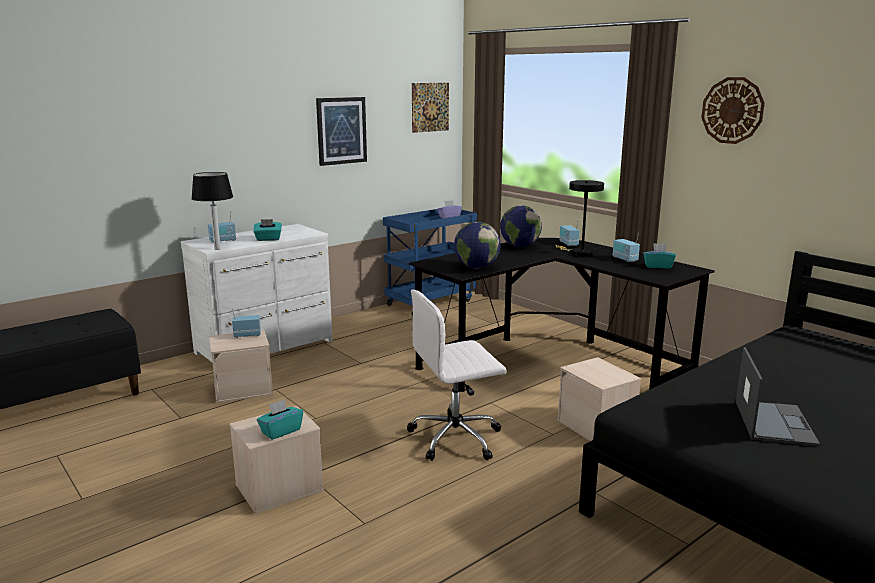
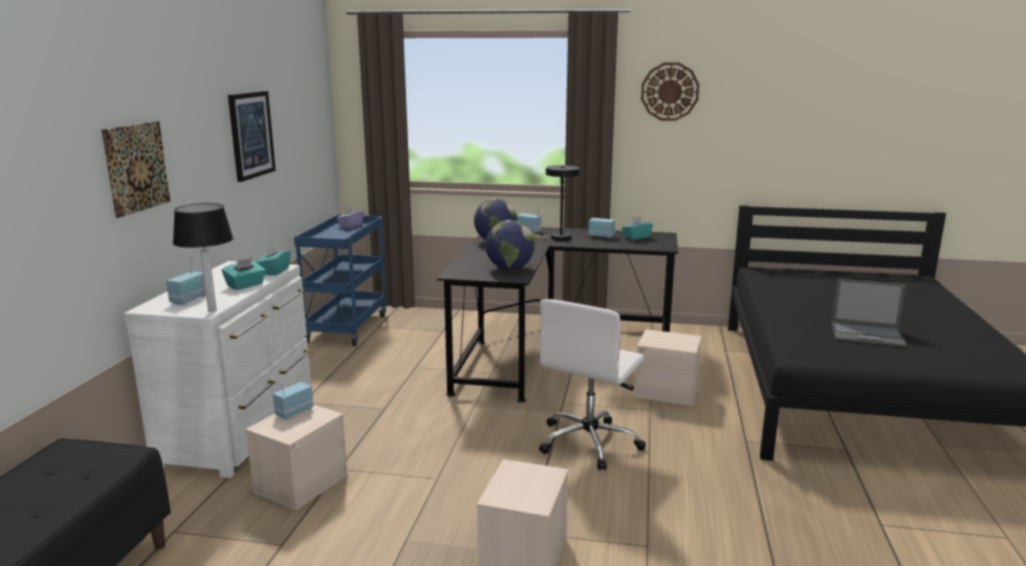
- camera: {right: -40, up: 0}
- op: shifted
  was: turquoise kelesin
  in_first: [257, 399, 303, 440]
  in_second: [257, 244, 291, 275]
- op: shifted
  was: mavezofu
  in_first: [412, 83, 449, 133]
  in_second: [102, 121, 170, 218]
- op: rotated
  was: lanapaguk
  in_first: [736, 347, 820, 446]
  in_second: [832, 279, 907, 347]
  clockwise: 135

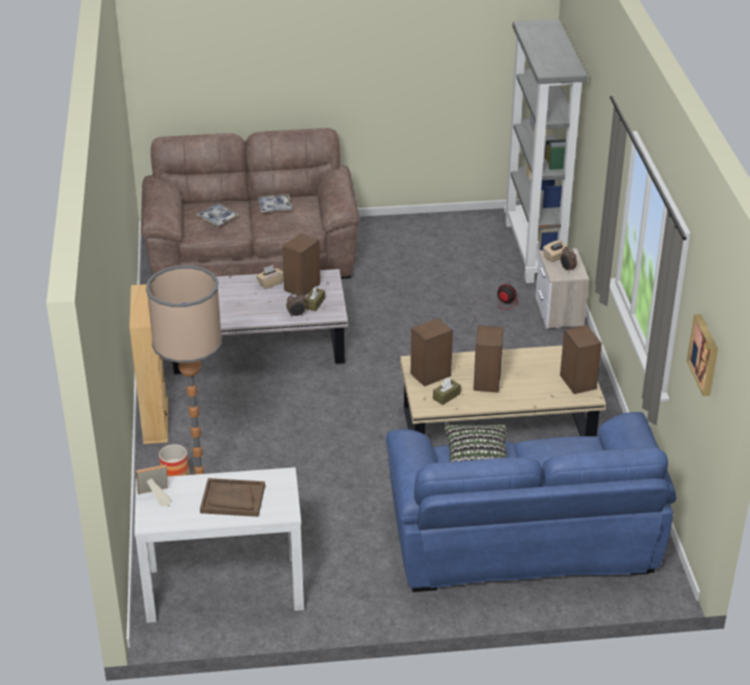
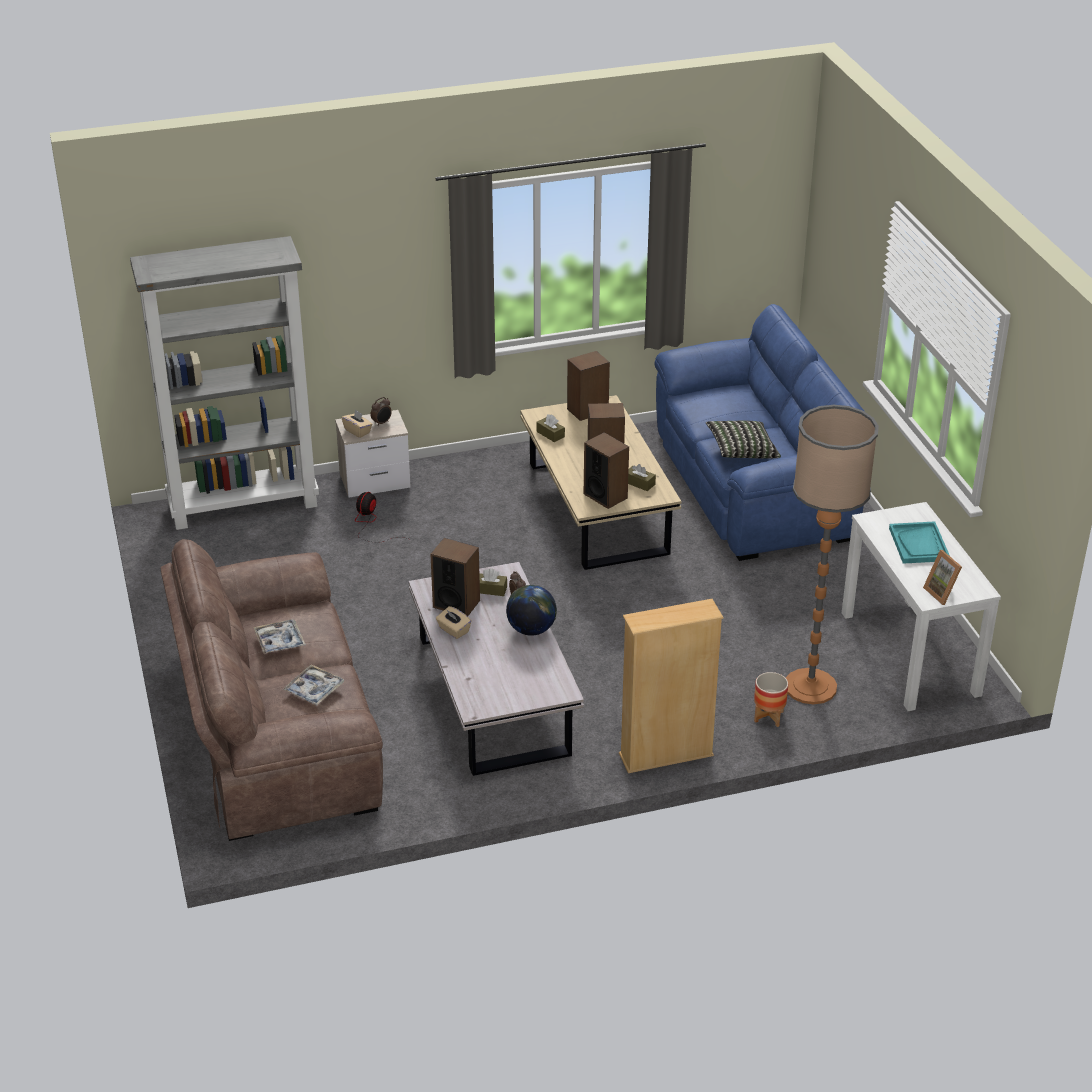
- camera: {right: -100, up: 0}
- op: gone
  was: mavezofu
  in_first: [687, 314, 718, 396]
- op: new
  now: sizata
  in_second: [506, 585, 557, 636]
- op: new
  now: brown kelesin
  in_second: [536, 414, 565, 442]
- op: repainted
  was: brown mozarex
  now: turquoise mozarex
  in_first: [200, 478, 265, 517]
  in_second: [889, 521, 950, 564]

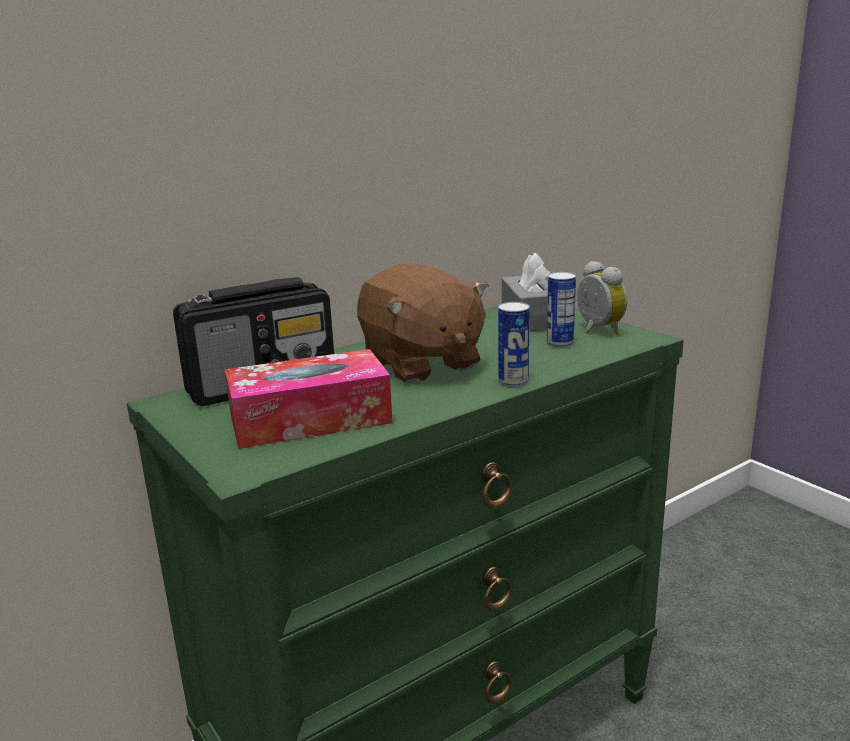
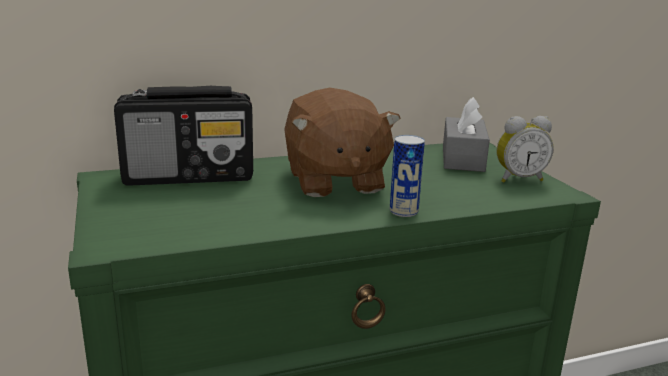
- camera: {right: 15, up: 0}
- op: gone
  was: kelesin
  in_first: [225, 349, 393, 449]
- op: gone
  was: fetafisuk
  in_first: [547, 272, 576, 347]
- op: rotated
  was: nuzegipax
  in_first: [577, 261, 627, 335]
  in_second: [497, 116, 554, 183]
  clockwise: 90

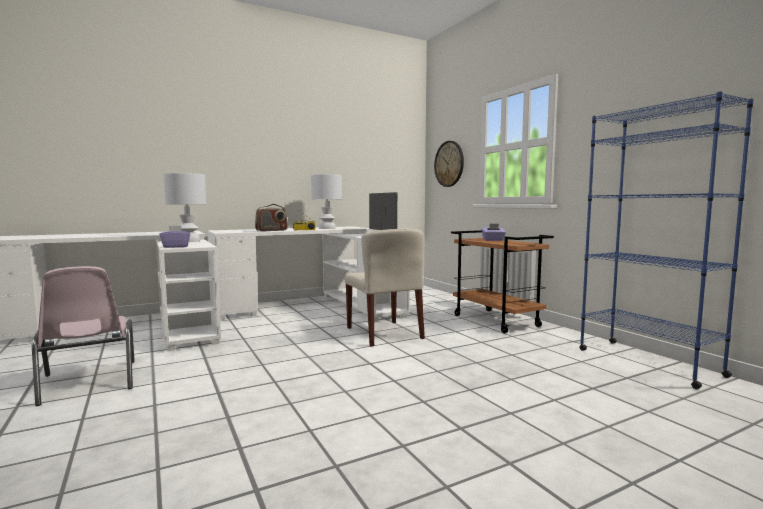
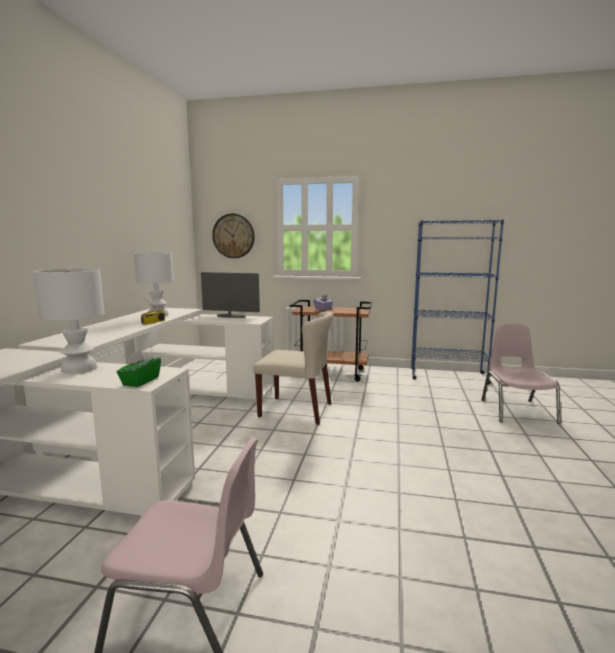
- camera: {right: -50, up: 5}
- op: gone
  was: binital
  in_first: [255, 204, 288, 231]
- op: new
  now: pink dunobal
  in_second: [481, 324, 561, 424]
- op: repainted
  was: purple kelesin
  now: green kelesin
  in_first: [160, 225, 190, 248]
  in_second: [117, 350, 161, 387]

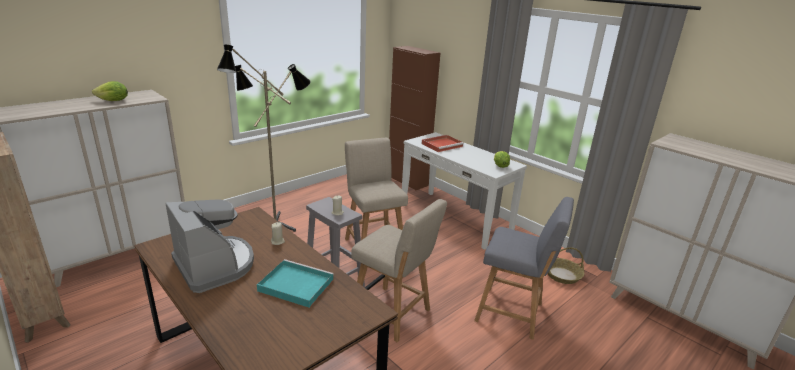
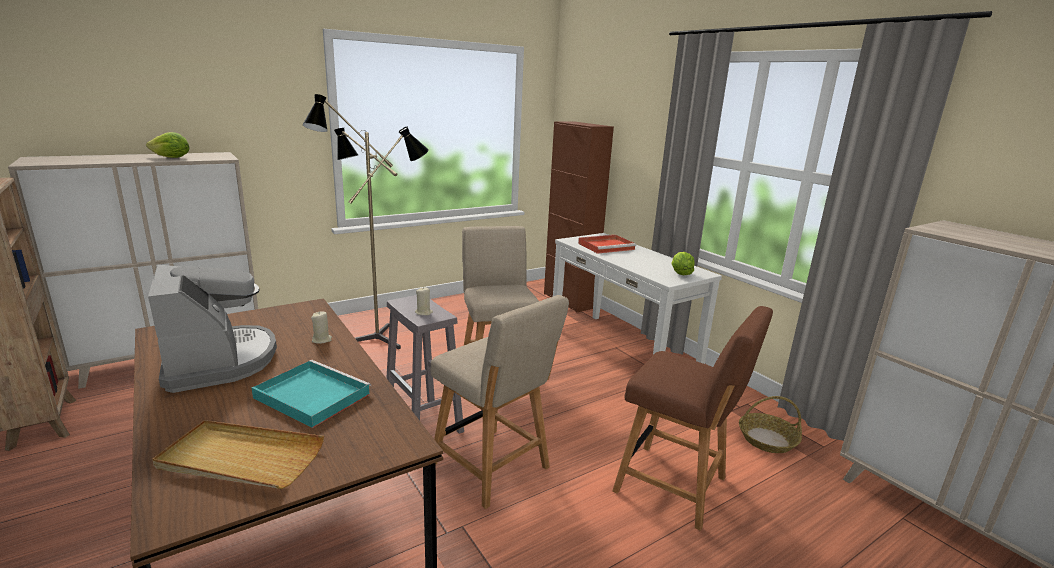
- camera: {right: 10, up: -5}
- op: new
  now: beige mozarex
  in_second: [153, 420, 324, 489]
- op: repainted
  was: grey dunobal
  now: brown dunobal
  in_first: [474, 197, 574, 340]
  in_second: [612, 306, 773, 531]

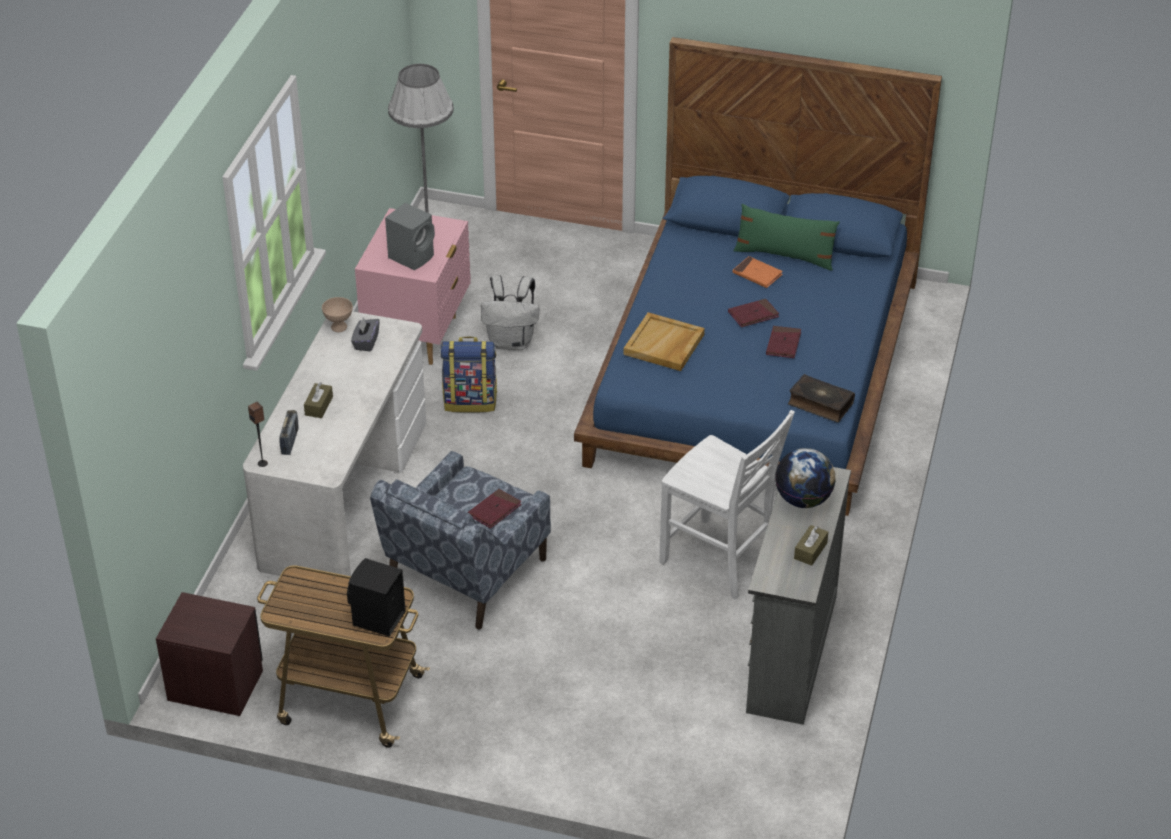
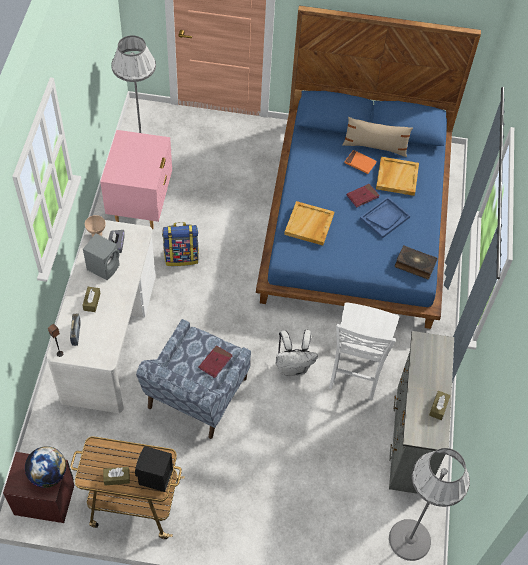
- camera: {right: -10, up: 15}
- op: new
  now: brown kelesin
  in_second: [103, 467, 130, 486]
- op: new
  now: beige mozarex
  in_second: [376, 157, 419, 196]
- op: new
  now: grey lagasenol
  in_second: [389, 448, 470, 561]
- op: shifted
  was: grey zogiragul
  in_first: [385, 203, 435, 270]
  in_second: [83, 234, 120, 280]
- op: shifted
  was: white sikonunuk
  in_first: [481, 276, 539, 350]
  in_second: [276, 330, 318, 376]
- op: shifted
  was: sizata
  in_first: [775, 448, 835, 508]
  in_second: [25, 446, 66, 488]
- op: swapped
  was: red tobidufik
  now: blue mozarex
  in_first: [766, 326, 801, 358]
  in_second: [360, 197, 410, 239]
- op: repainted
  was: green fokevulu
  now: beige fokevulu
  in_first: [734, 204, 840, 270]
  in_second: [343, 117, 413, 157]
- op: rotated
  was: white dunobal
  in_first: [659, 410, 795, 599]
  in_second: [329, 302, 399, 400]
  clockwise: 75

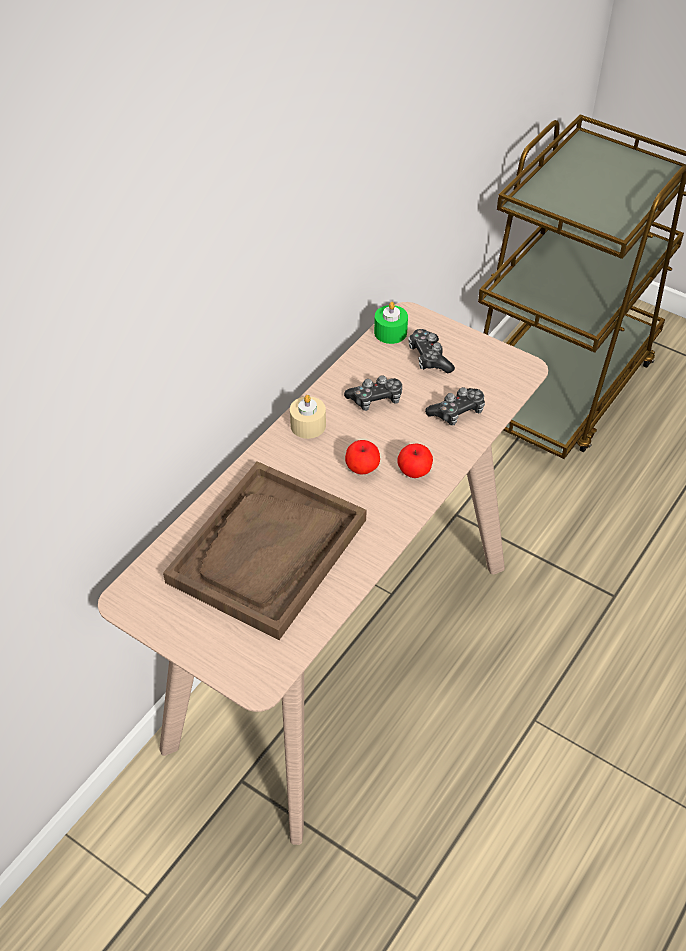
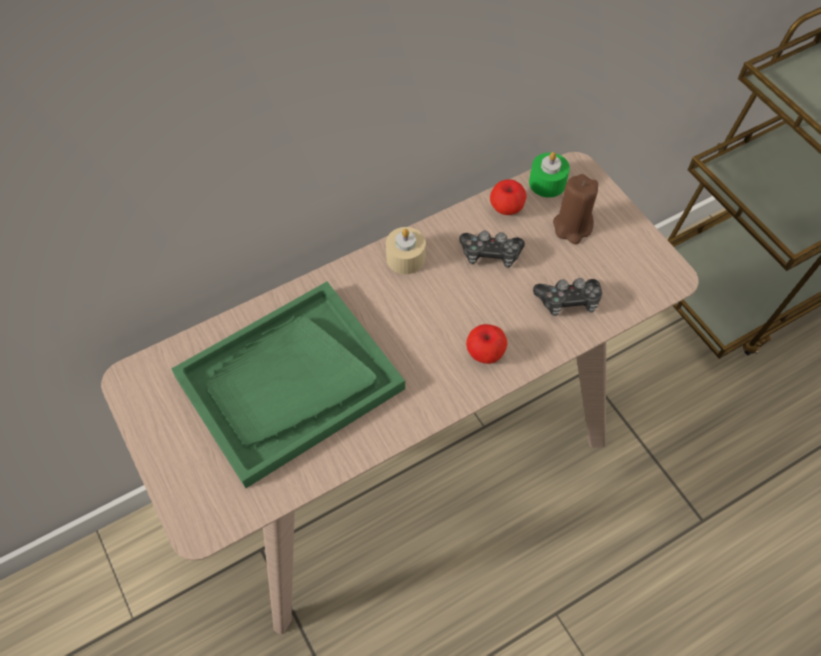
- camera: {right: 25, up: 10}
- op: shifted
  was: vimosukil
  in_first: [345, 440, 380, 475]
  in_second: [490, 179, 527, 215]
- op: swapped
  was: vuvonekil
  now: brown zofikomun
  in_first: [408, 329, 455, 373]
  in_second: [553, 174, 598, 244]
- op: repainted
  was: brown mozarex
  now: green mozarex
  in_first: [163, 461, 366, 640]
  in_second: [171, 282, 405, 488]

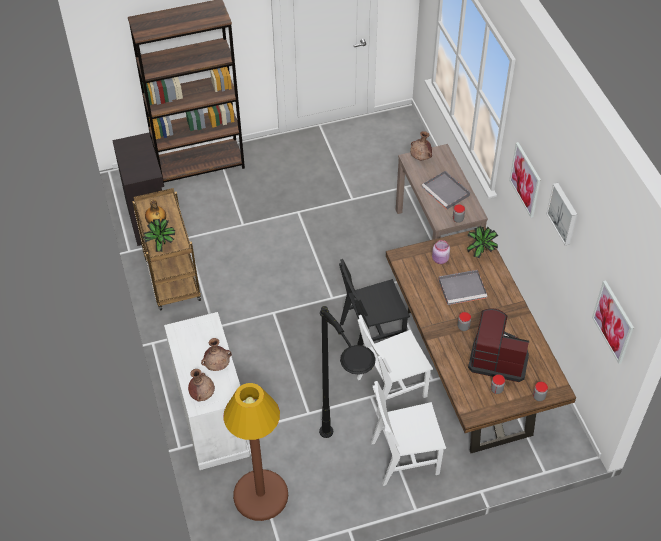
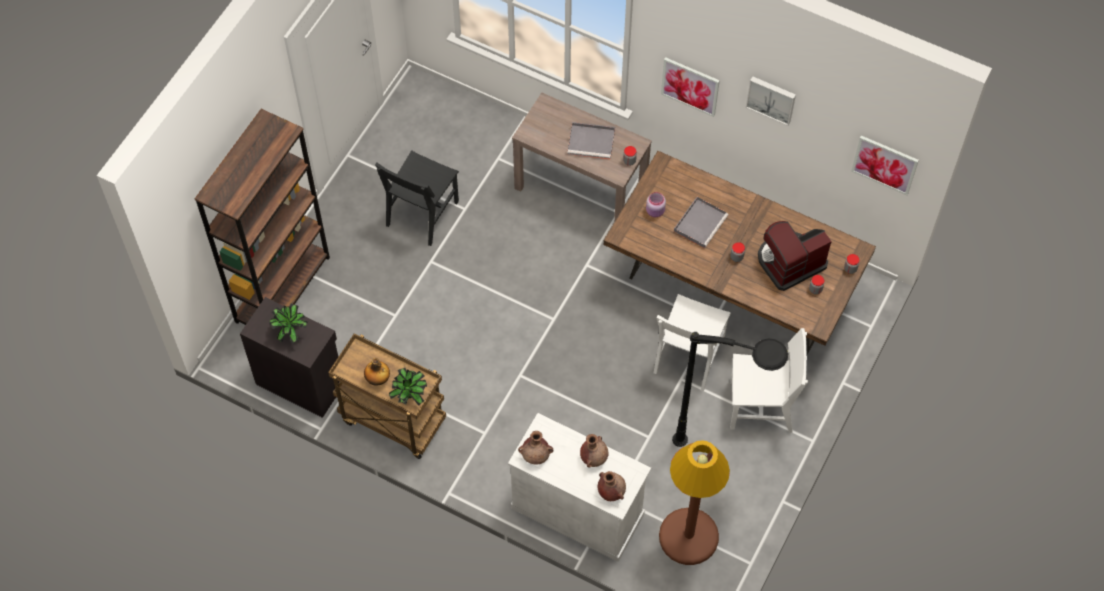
- camera: {right: -45, up: 10}
- op: shifted
  was: black dunobal
  in_first: [339, 259, 410, 346]
  in_second: [375, 150, 459, 246]
- op: shifted
  was: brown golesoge
  in_first: [410, 131, 432, 160]
  in_second: [518, 431, 553, 464]
- op: shifted
  was: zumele
  in_first: [467, 226, 498, 258]
  in_second: [269, 304, 308, 343]
- op: rotated
  was: white dunobal
  in_first: [371, 381, 446, 486]
  in_second: [730, 328, 808, 433]
  clockwise: -120

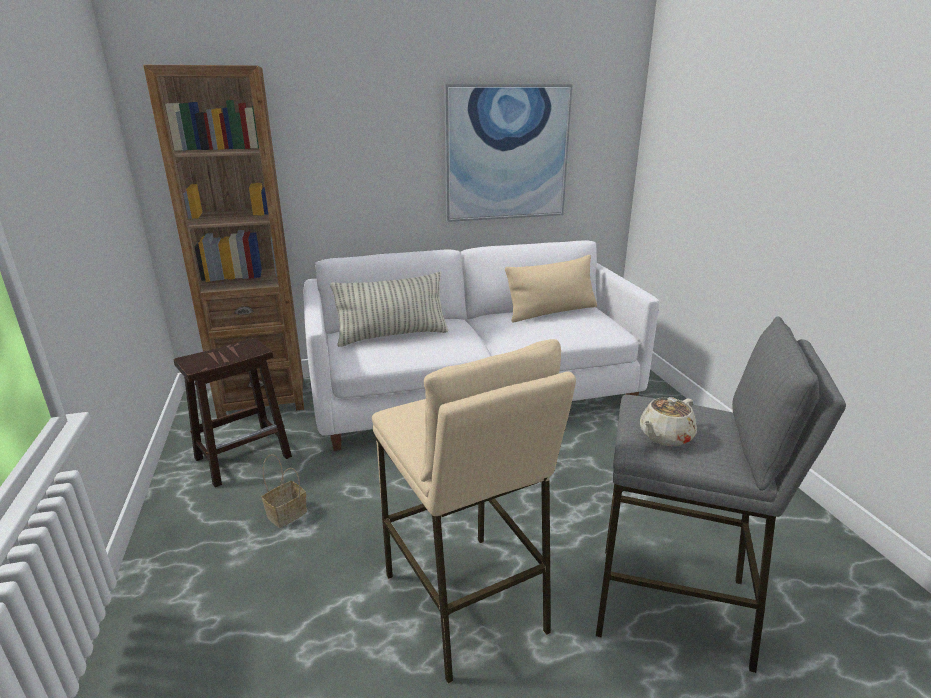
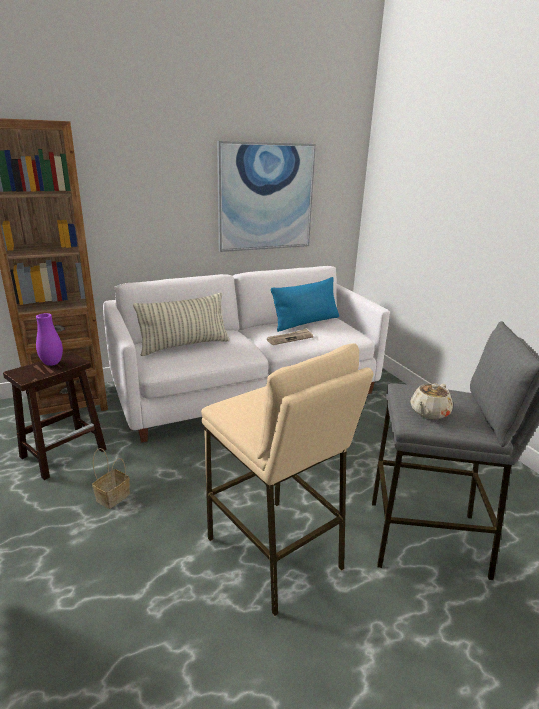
- camera: {right: -10, up: 0}
- op: new
  now: purple golesoge
  in_second: [36, 313, 63, 366]
- op: new
  now: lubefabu
  in_second: [267, 329, 313, 345]
- op: repainted
  was: beige fokevulu
  now: blue fokevulu
  in_first: [505, 255, 597, 323]
  in_second: [271, 277, 339, 332]

